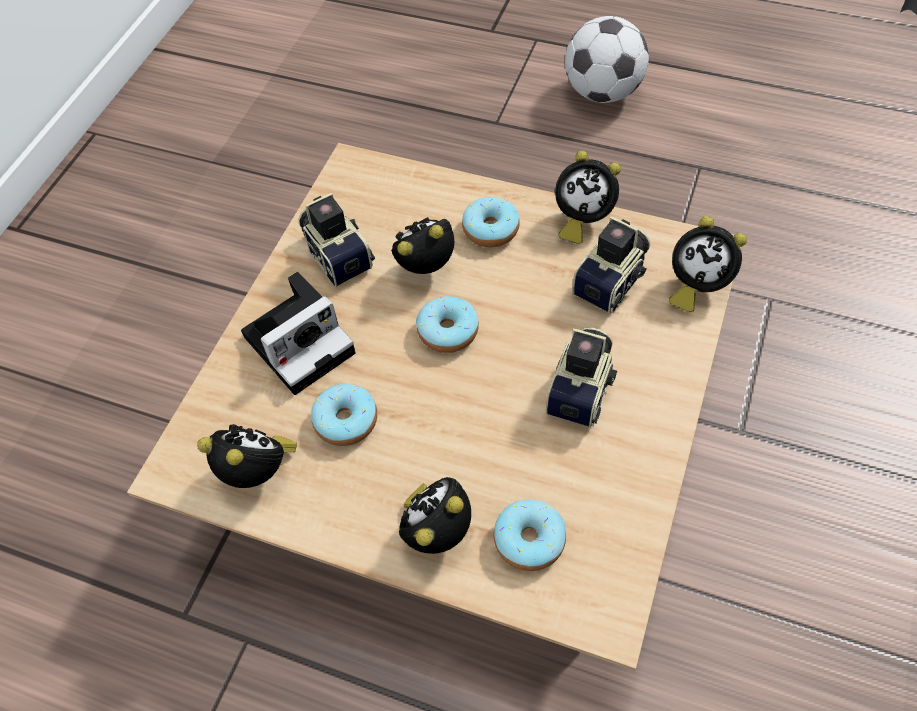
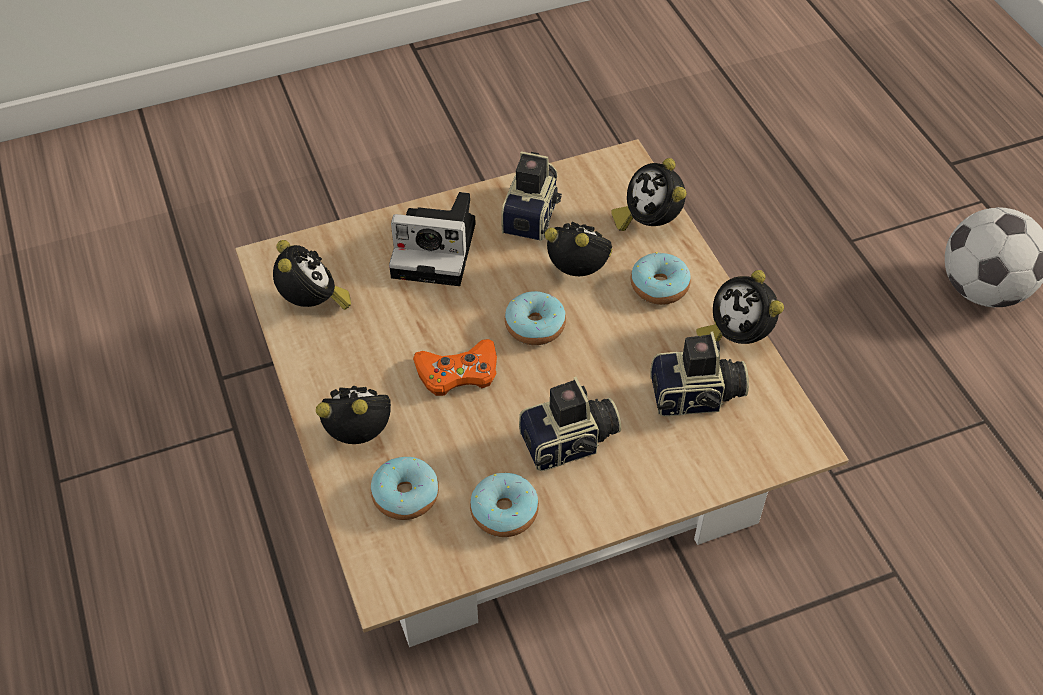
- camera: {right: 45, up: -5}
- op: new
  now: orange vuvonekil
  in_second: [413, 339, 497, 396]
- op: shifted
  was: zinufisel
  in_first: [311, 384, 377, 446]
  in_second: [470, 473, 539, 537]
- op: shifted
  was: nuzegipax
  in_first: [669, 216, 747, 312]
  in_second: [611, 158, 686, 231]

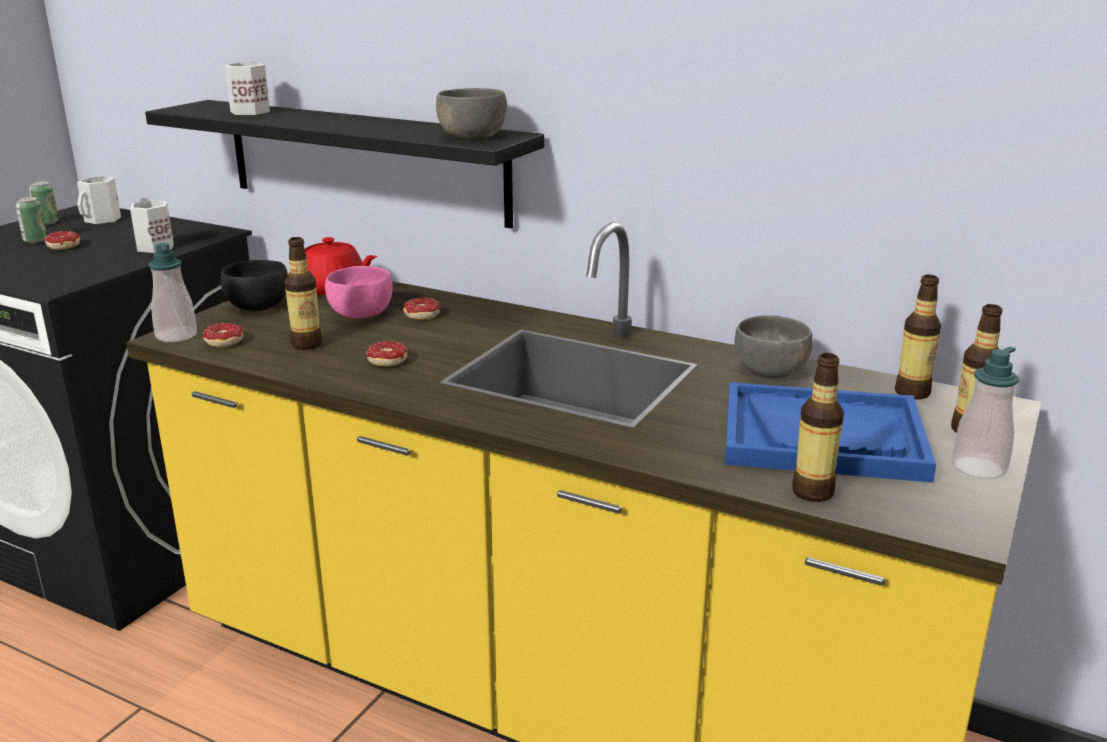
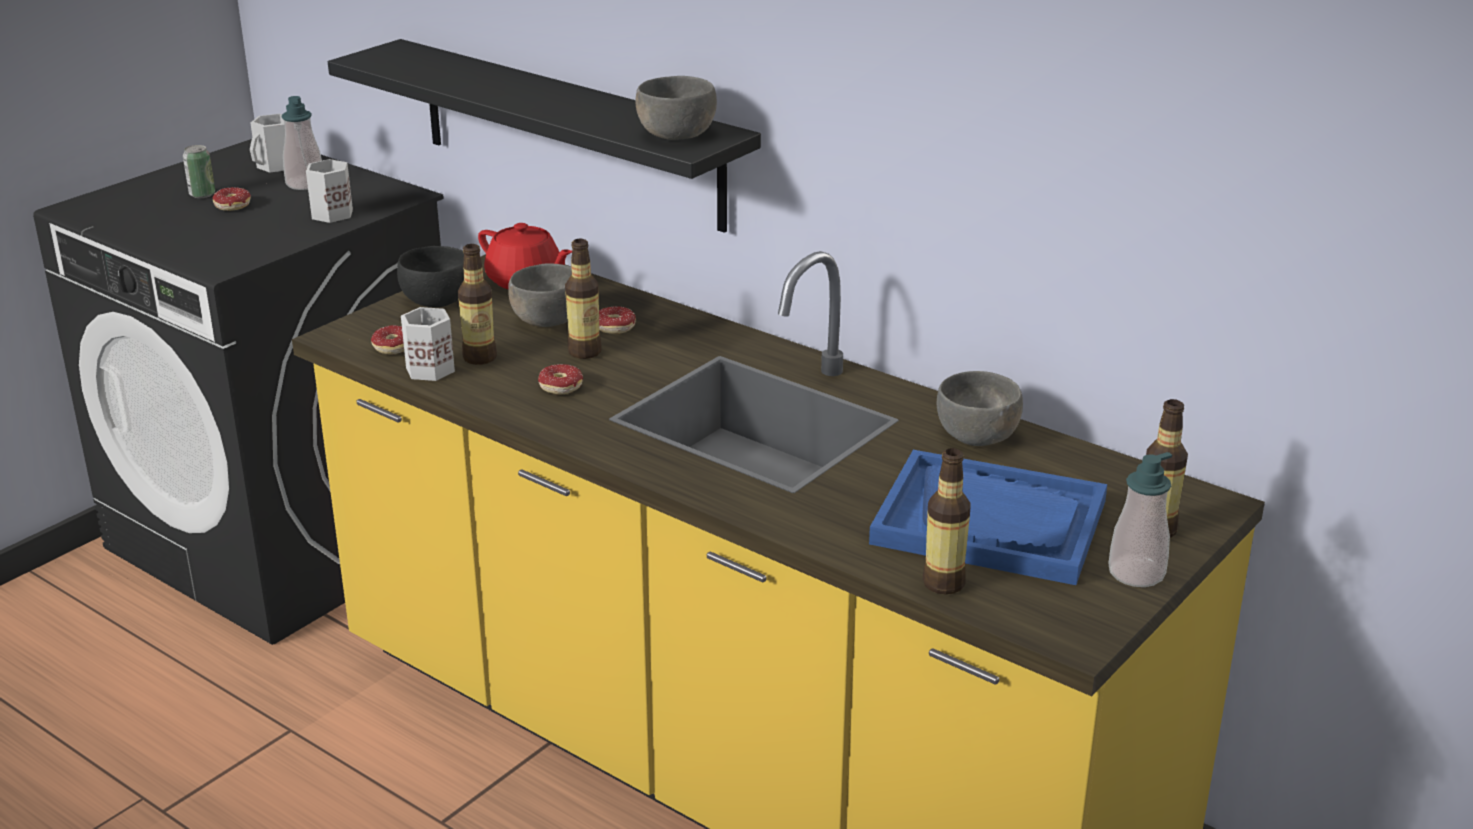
- camera: {right: 10, up: 5}
- op: gone
  was: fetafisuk
  in_first: [29, 181, 59, 225]
- op: shifted
  was: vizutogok
  in_first: [149, 243, 197, 342]
  in_second: [282, 96, 322, 190]
- op: shifted
  was: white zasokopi
  in_first: [225, 63, 270, 115]
  in_second: [401, 307, 455, 381]
- op: shifted
  was: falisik
  in_first: [895, 275, 941, 400]
  in_second: [565, 239, 602, 359]
- op: repainted
  was: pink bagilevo
  now: grey bagilevo
  in_first: [325, 266, 393, 319]
  in_second: [508, 263, 572, 327]

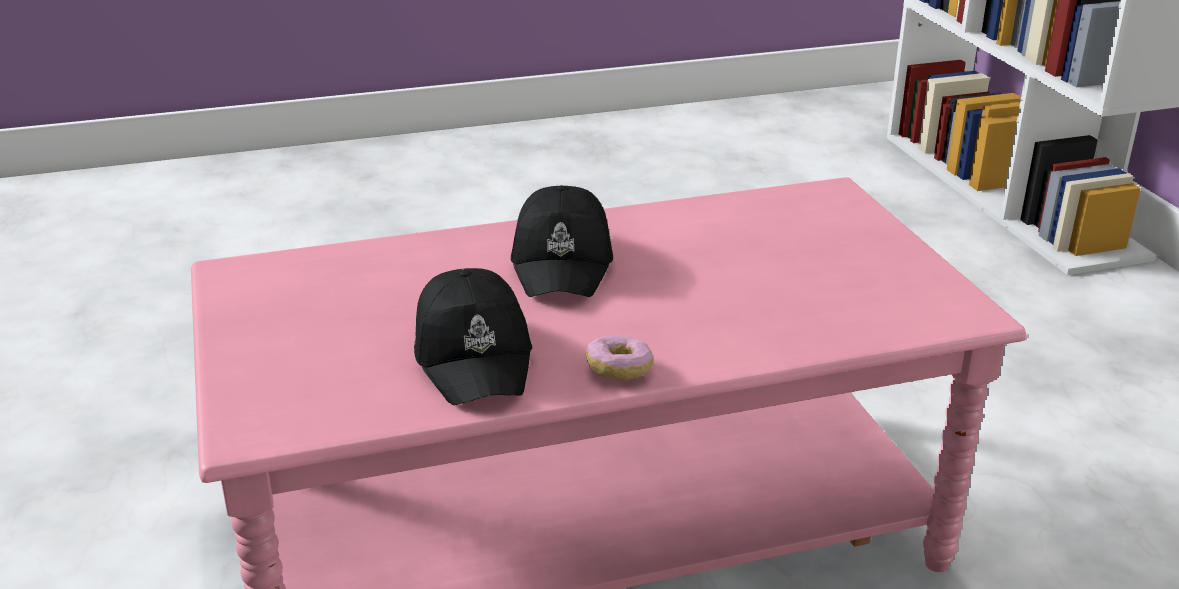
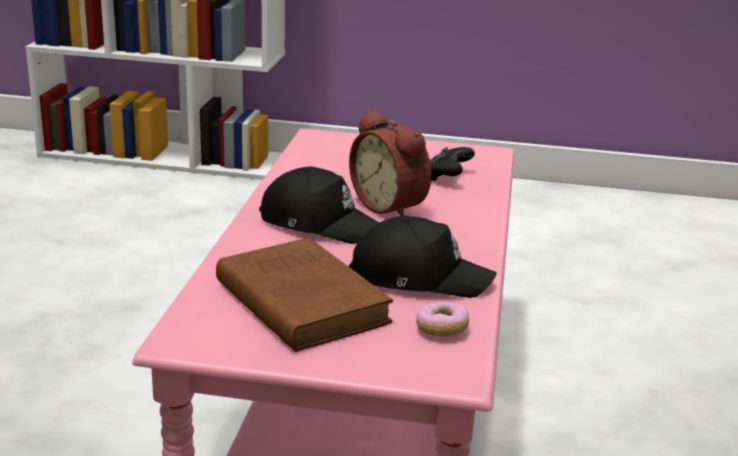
- camera: {right: -65, up: -5}
- op: new
  now: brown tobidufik
  in_second: [216, 238, 393, 352]
- op: new
  now: nuzegipax
  in_second: [349, 110, 432, 216]
- op: new
  now: black vuvonekil
  in_second: [430, 147, 475, 181]
- op: shifted
  was: zinufisel
  in_first: [586, 336, 653, 380]
  in_second: [416, 302, 469, 337]

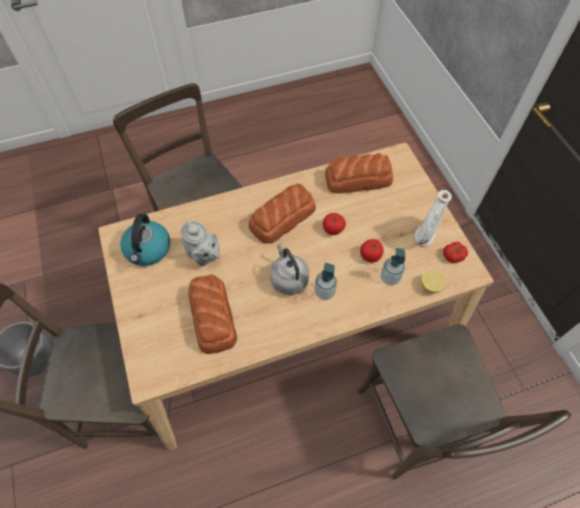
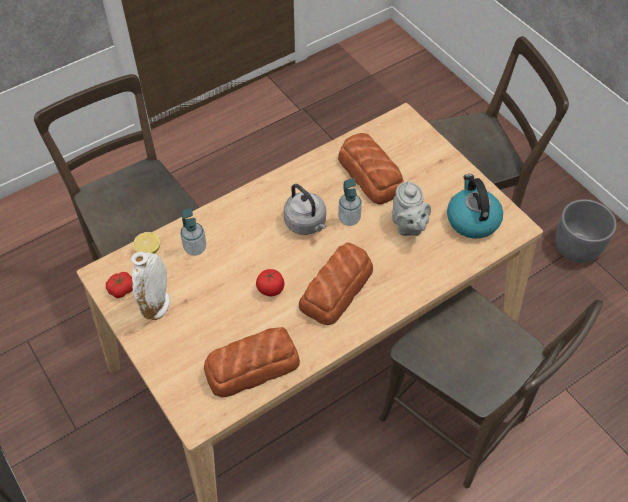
- camera: {right: 165, up: -5}
- op: gone
  was: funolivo
  in_first: [360, 239, 384, 262]
- op: shifted
  was: vizutogok
  in_first: [315, 263, 337, 300]
  in_second: [338, 178, 362, 226]
- op: rotated
  was: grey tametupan
  in_first: [181, 221, 220, 266]
  in_second: [392, 181, 431, 236]
  clockwise: -135

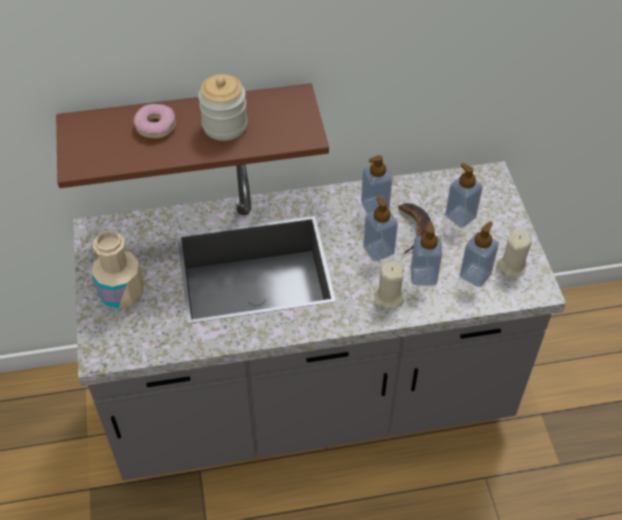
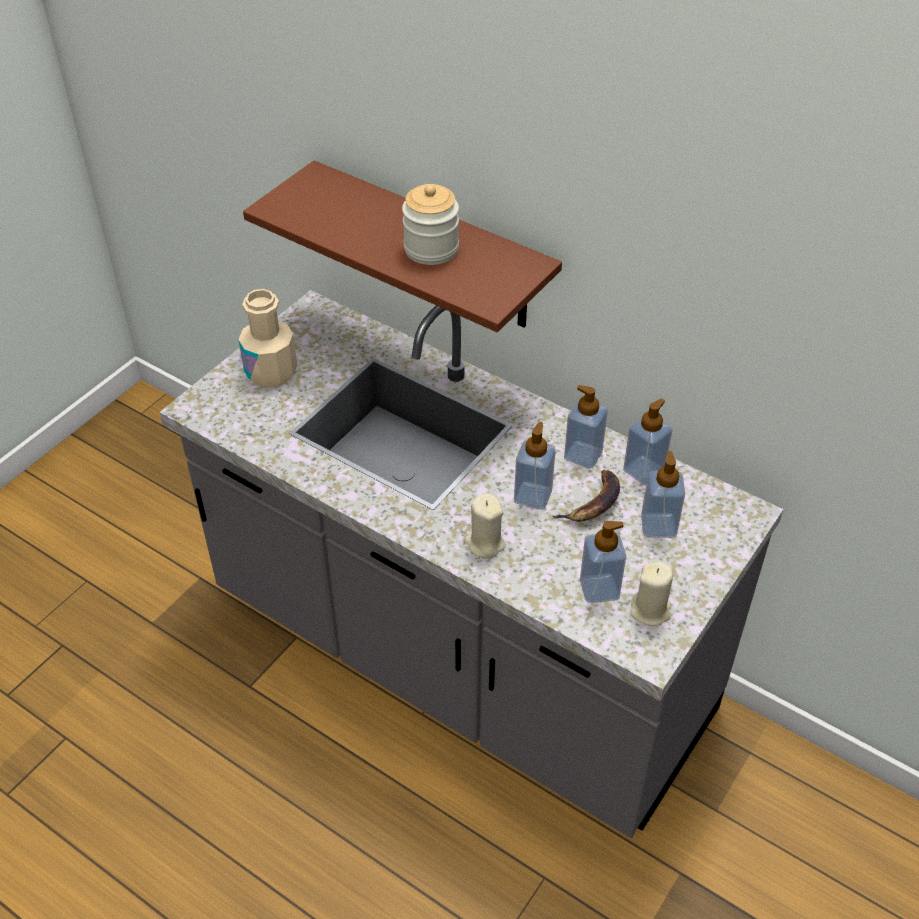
- camera: {right: 45, up: -5}
- op: gone
  was: zinufisel
  in_first: [134, 104, 176, 139]
- op: shifted
  was: vizutogok
  in_first: [410, 222, 442, 286]
  in_second: [623, 398, 673, 485]

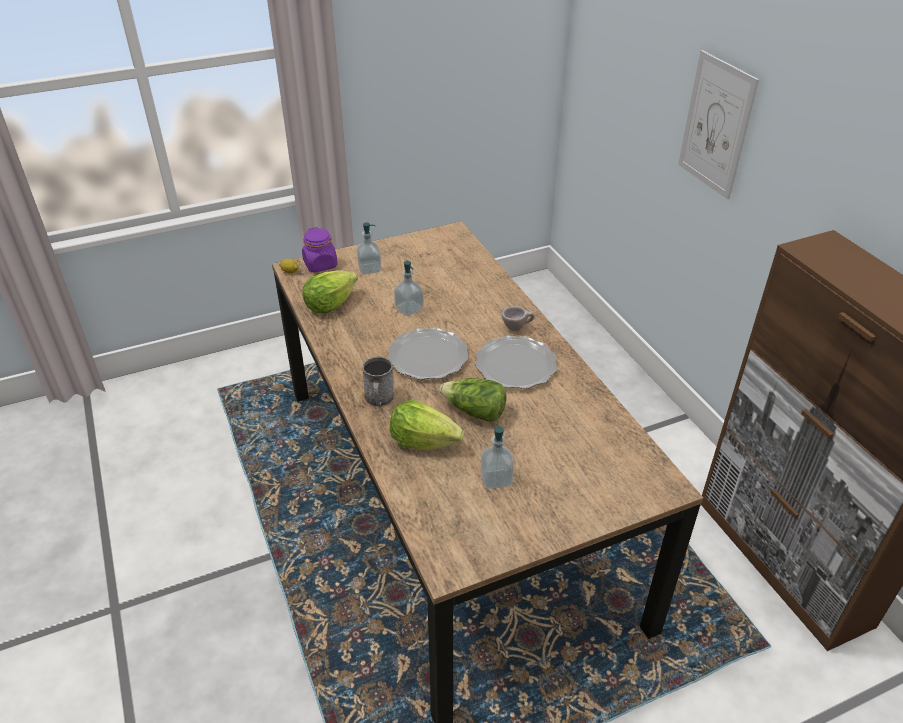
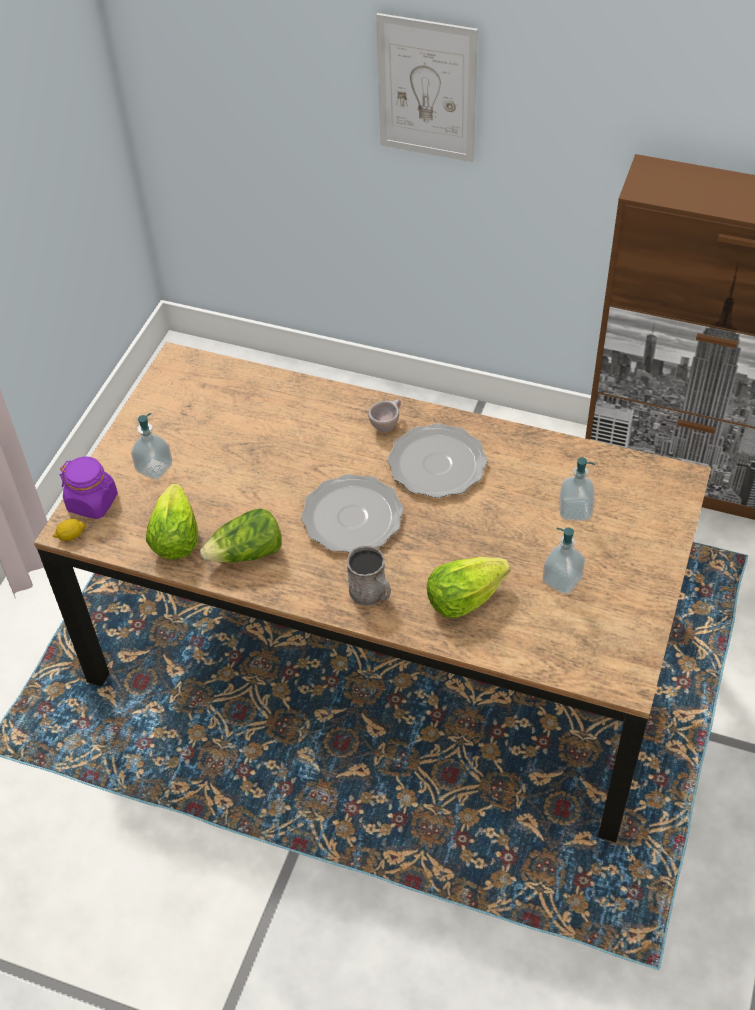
- camera: {right: -45, up: 10}
- op: shifted
  was: vizutogok
  in_first: [394, 261, 423, 316]
  in_second: [559, 457, 595, 521]
- op: shifted
  was: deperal
  in_first: [439, 378, 506, 422]
  in_second: [200, 509, 282, 563]

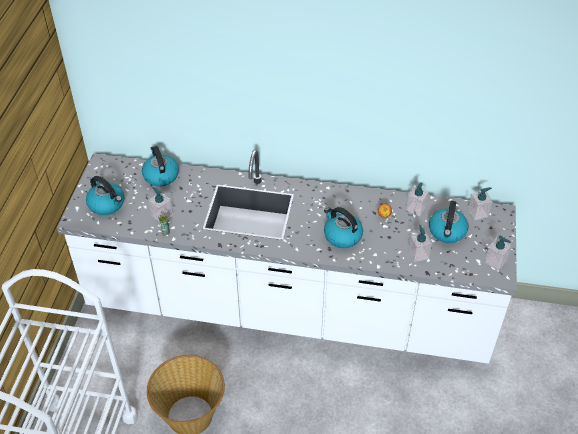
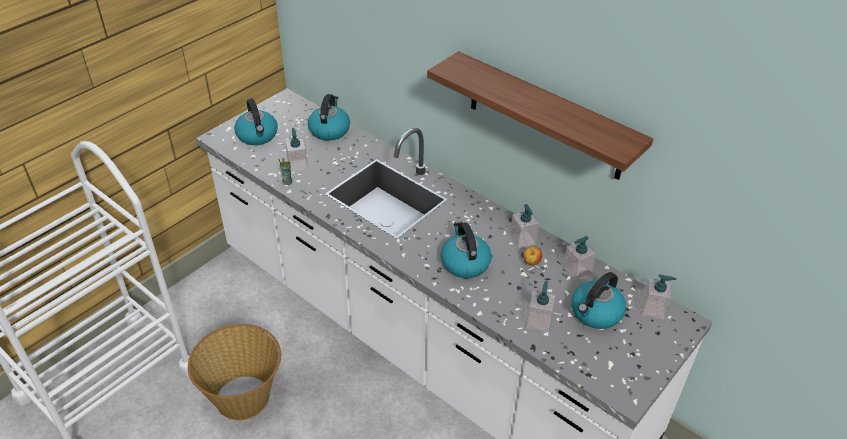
- camera: {right: 30, up: -5}
- op: new
  now: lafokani
  in_second: [427, 51, 653, 180]
- op: shifted
  was: vizutogok
  in_first: [485, 236, 512, 270]
  in_second: [510, 204, 539, 249]

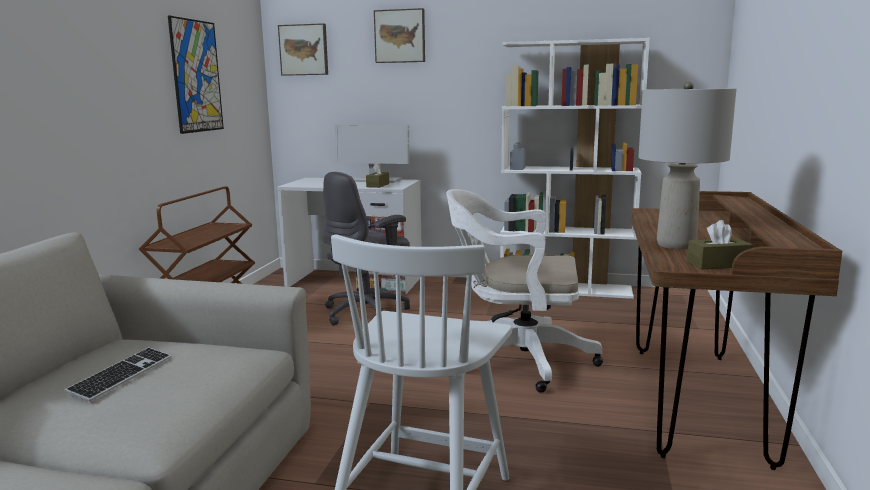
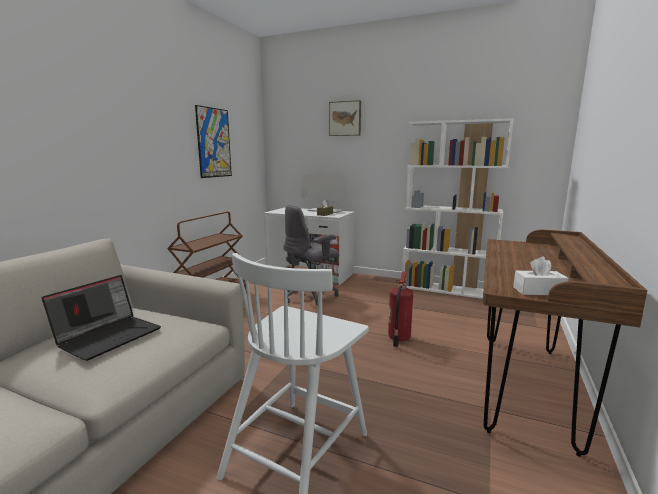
- camera: {right: 10, up: 0}
- op: gone
  was: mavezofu
  in_first: [278, 23, 328, 76]
- op: gone
  was: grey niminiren
  in_first: [638, 82, 736, 249]
- op: swapped
  was: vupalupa
  now: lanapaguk
  in_first: [64, 347, 172, 401]
  in_second: [42, 275, 161, 361]
- op: swapped
  was: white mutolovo
  now: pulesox
  in_first: [447, 189, 603, 393]
  in_second: [388, 271, 413, 347]
- op: repainted
  was: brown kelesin
  now: white kelesin
  in_first: [687, 220, 753, 269]
  in_second: [513, 257, 569, 295]

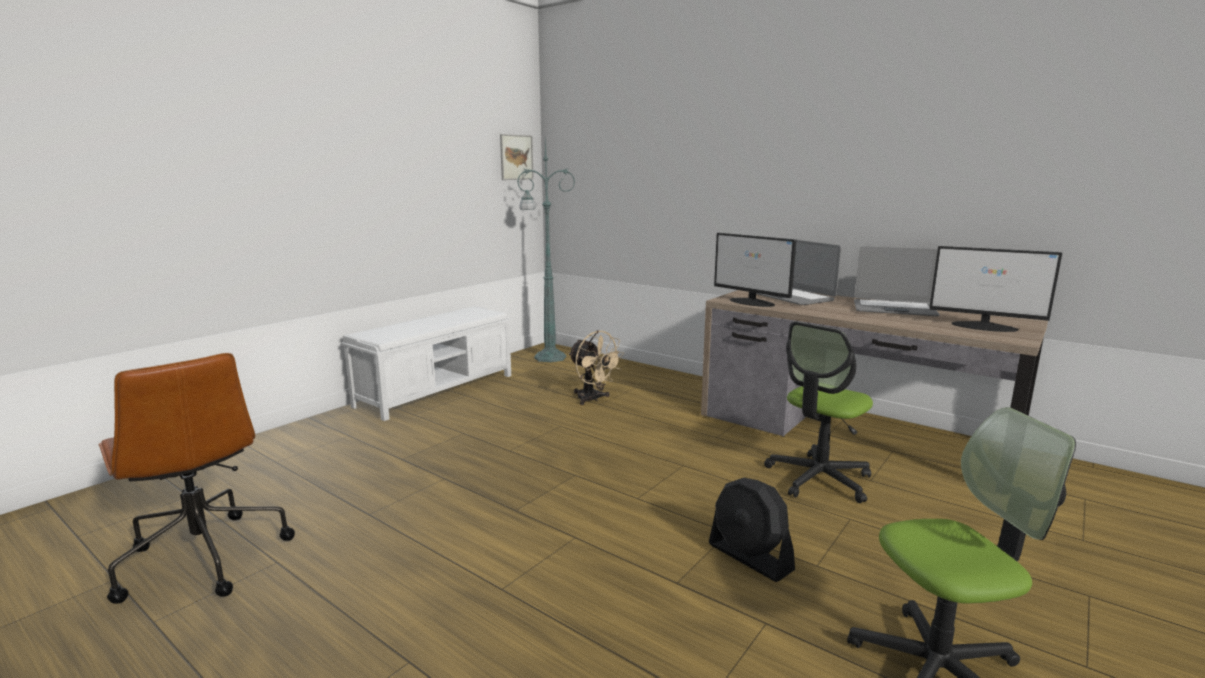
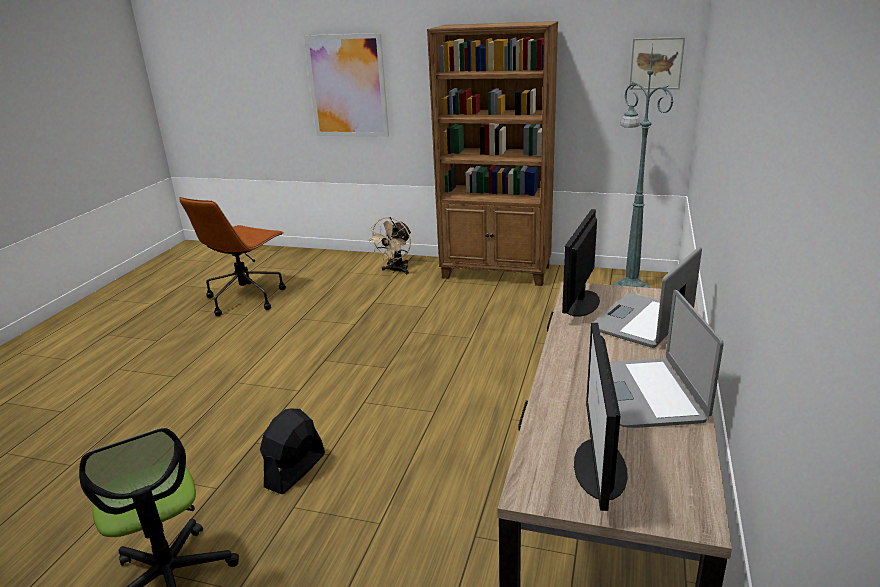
- camera: {right: 70, up: 10}
- op: gone
  was: mutolovo
  in_first: [764, 322, 873, 503]
- op: new
  now: mavezofu
  in_second: [304, 33, 389, 137]
- op: shifted
  was: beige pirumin
  in_first: [568, 330, 623, 405]
  in_second: [368, 217, 411, 274]
- op: swapped
  was: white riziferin
  now: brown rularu
  in_first: [341, 306, 511, 421]
  in_second: [427, 21, 558, 286]

